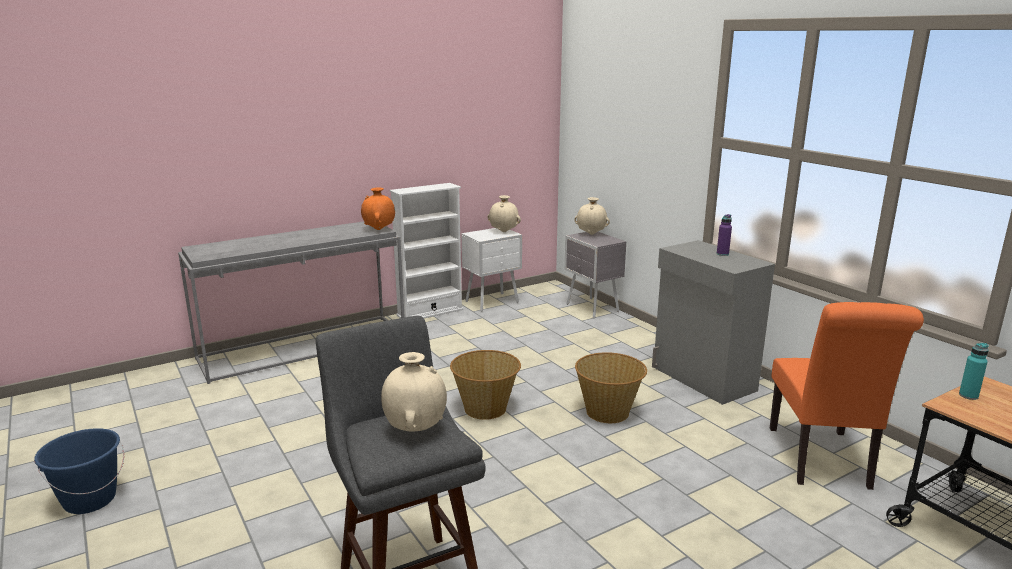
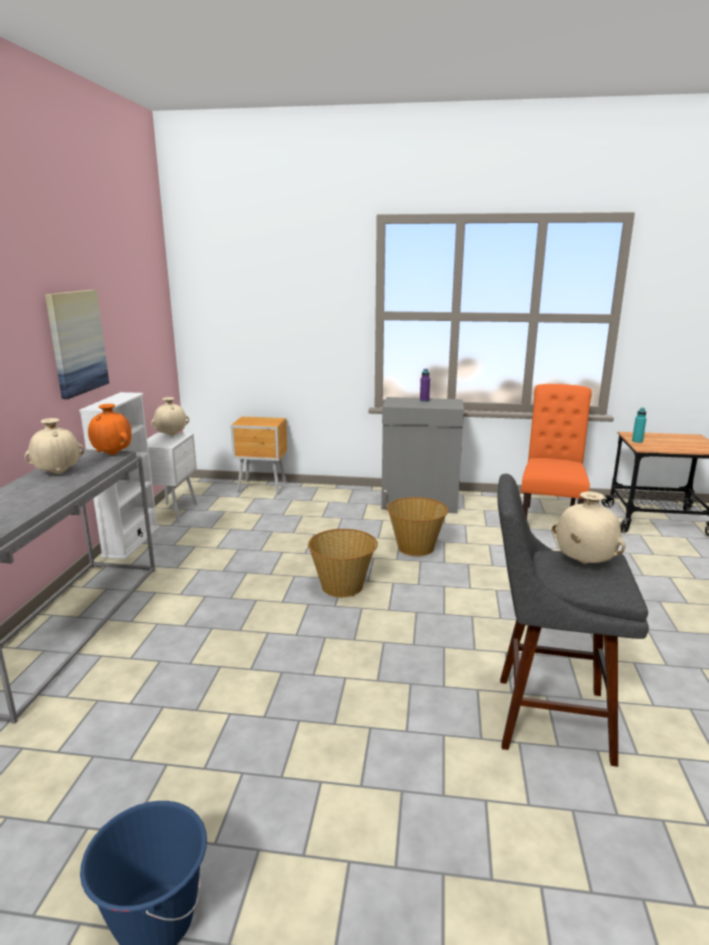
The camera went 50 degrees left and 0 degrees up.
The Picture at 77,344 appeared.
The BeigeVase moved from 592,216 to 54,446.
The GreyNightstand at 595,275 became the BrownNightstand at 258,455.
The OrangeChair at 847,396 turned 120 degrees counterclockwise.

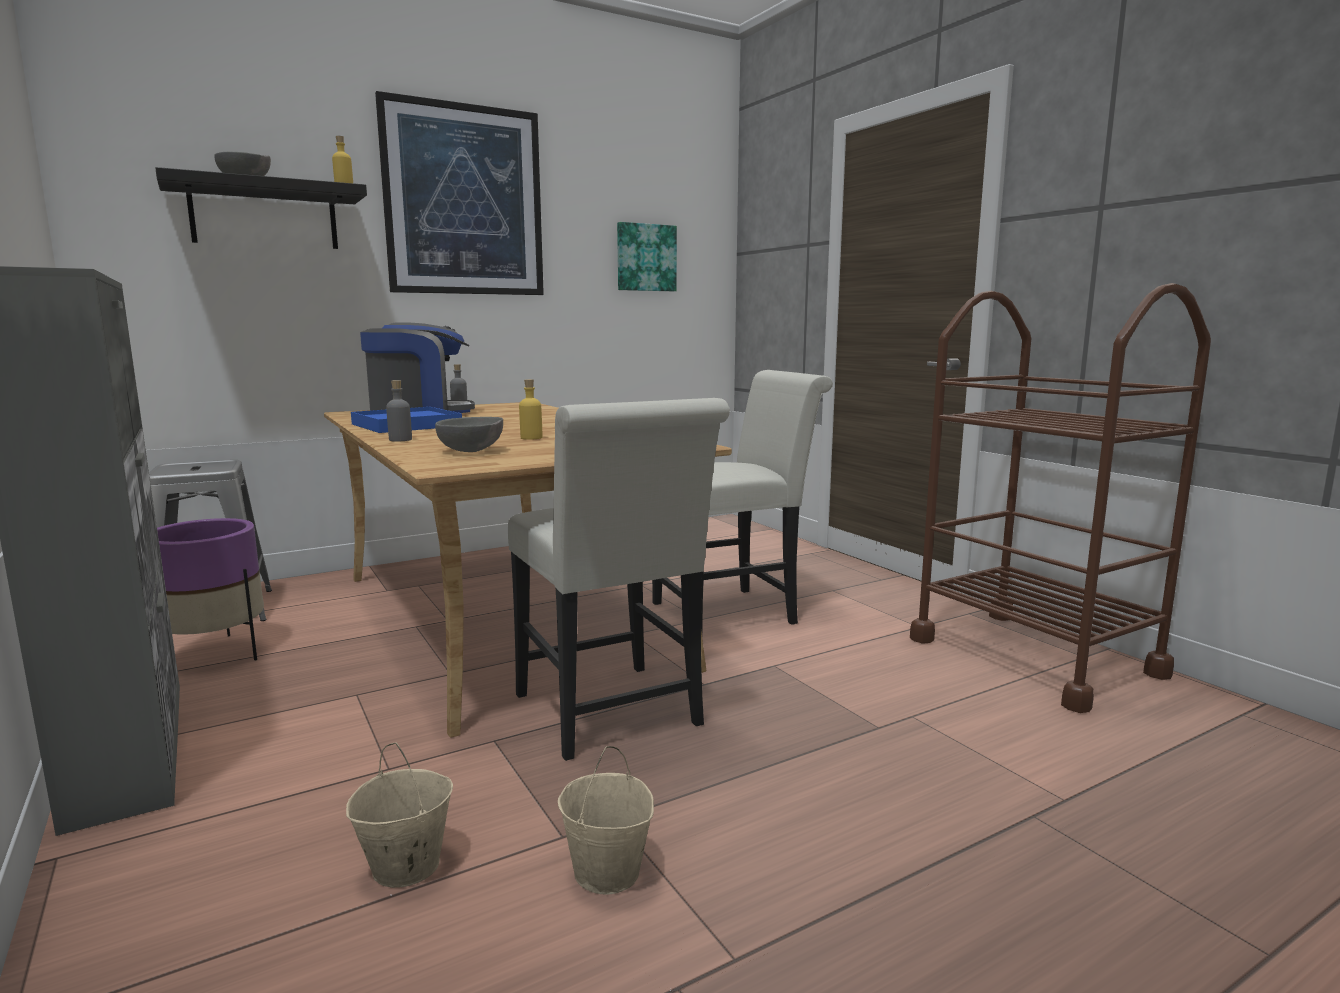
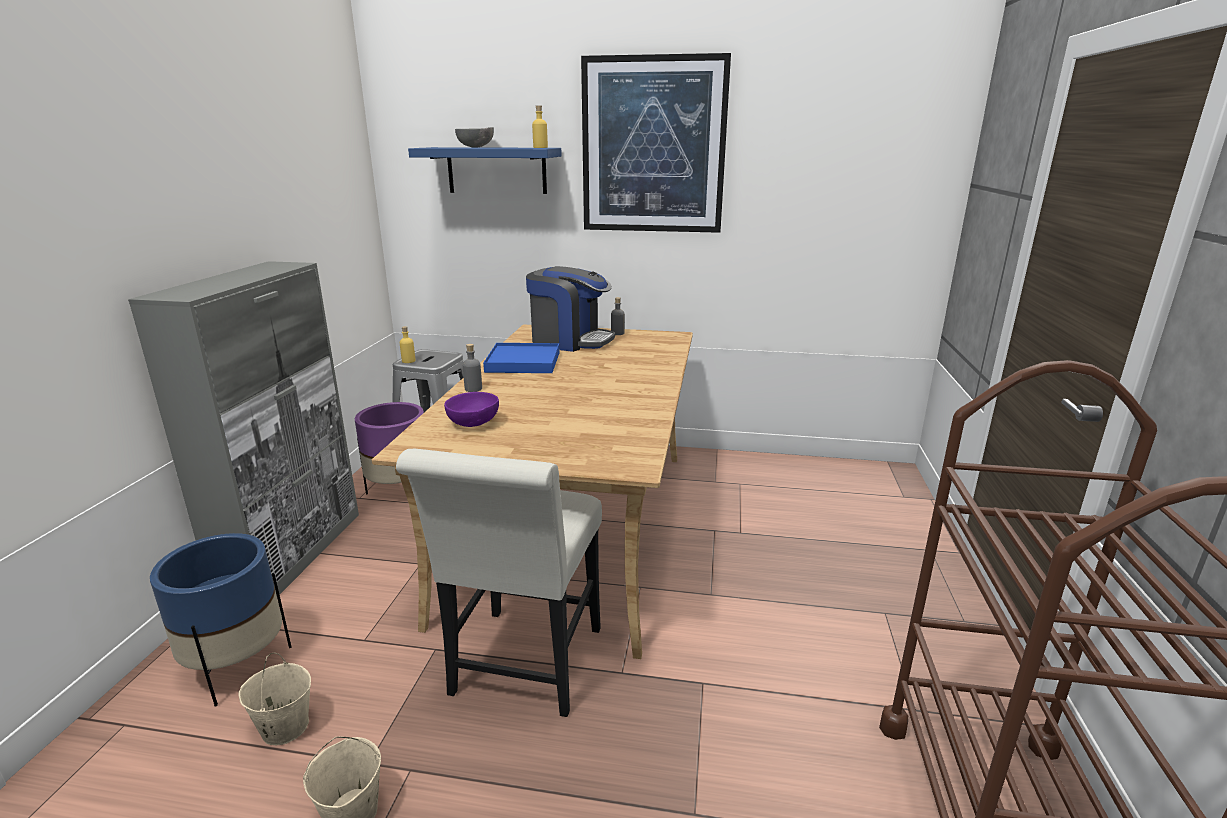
The camera went 40 degrees right and 10 degrees up.
The Picture at 647,256 disappeared.
The WhiteChair at 742,501 disappeared.
The BluePlanter at 221,619 appeared.
The YellowBottle moved from 530,409 to 408,344.
The BlackShelf at 261,208 became the BlueShelf at 485,170.
The GreyBowl at 469,434 became the PurpleBowl at 471,409.

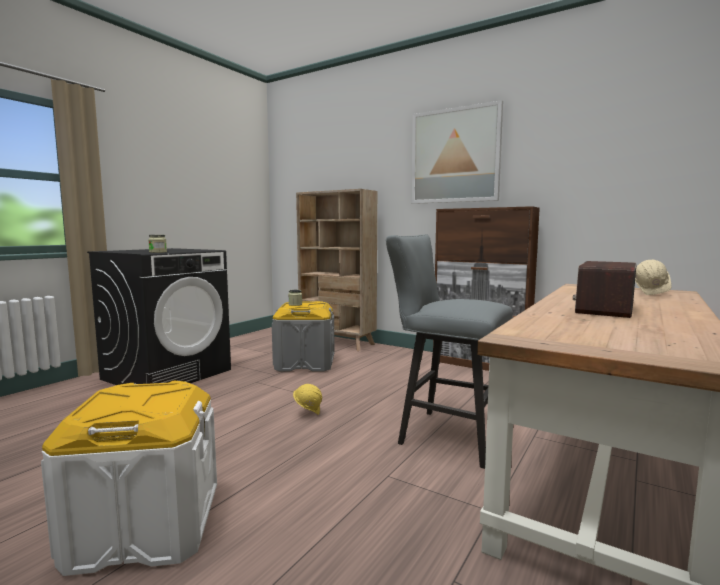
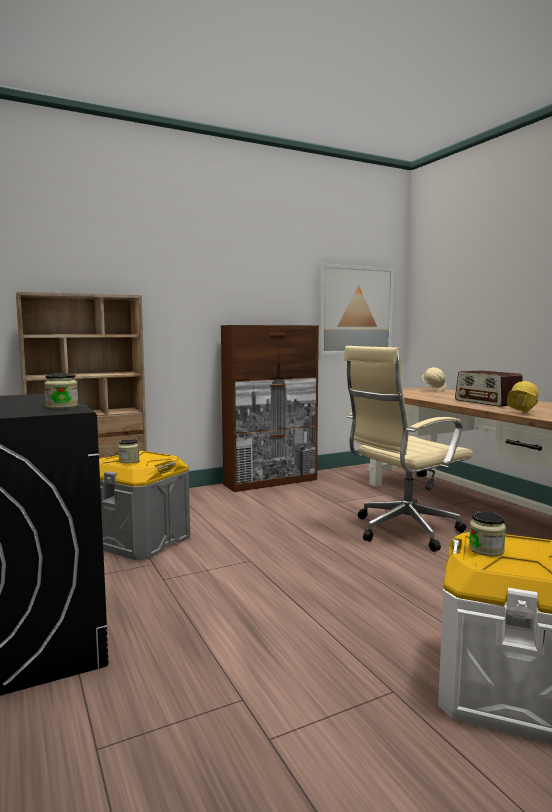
The camera went 60 degrees left and 0 degrees up.
The Jar at 487,533 appeared.
The YellowHardHat moved from 307,399 to 523,396.
The Picture moved from 457,152 to 356,309.
The GreyStool at 449,351 was replaced by the BeigeOfficeChair at 408,449.

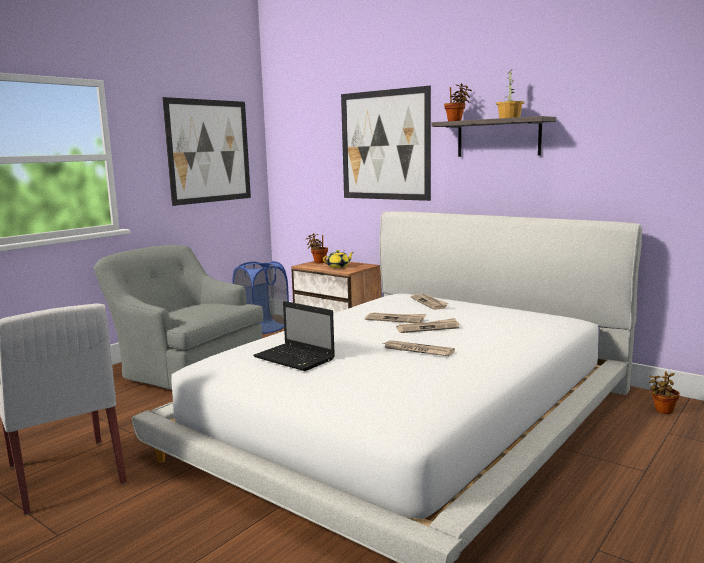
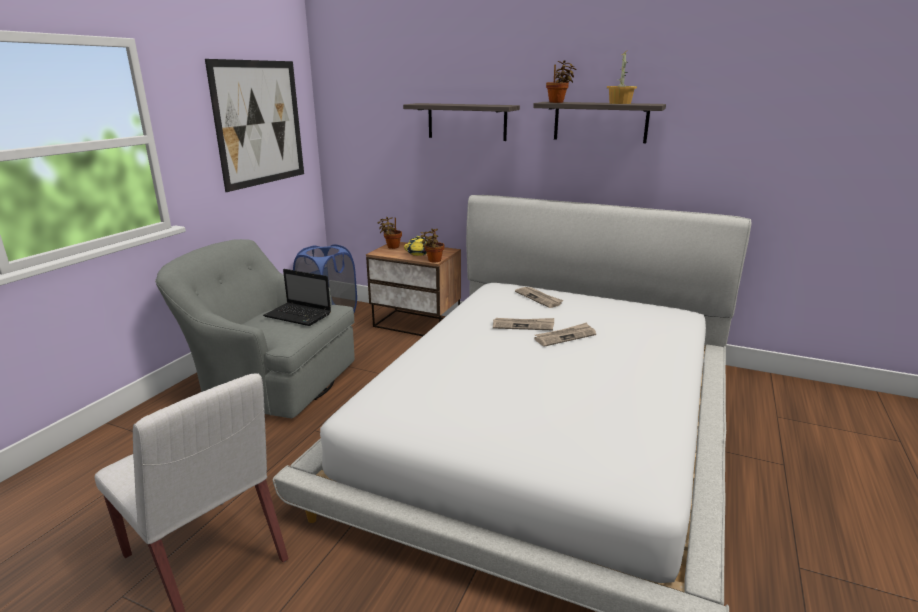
The camera went 15 degrees left and 10 degrees up.
The Newspaper at 419,348 disappeared.
The Laptop moved from 294,336 to 297,297.
The PottedPlant moved from 664,393 to 432,246.
The Picture at 386,143 was replaced by the Shelf at 461,122.

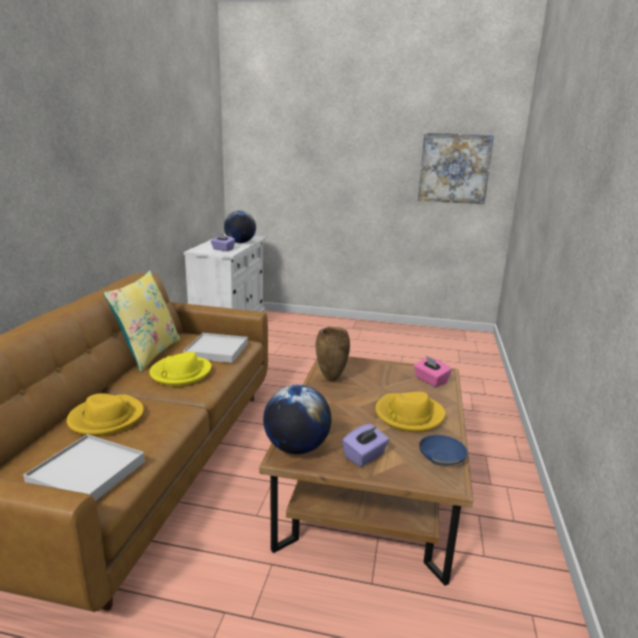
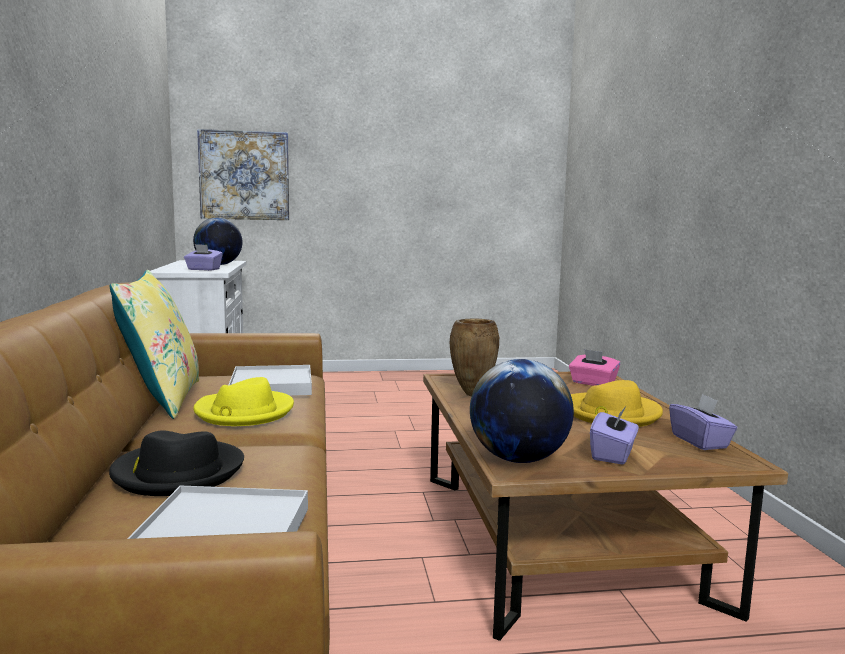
The camera went 20 degrees left and 10 degrees down.
The Picture moved from 456,168 to 243,174.
The BlueBowl at 443,450 was replaced by the PurpleTissueBox at 703,422.
The YellowHat at 105,414 became the BlackHat at 176,463.

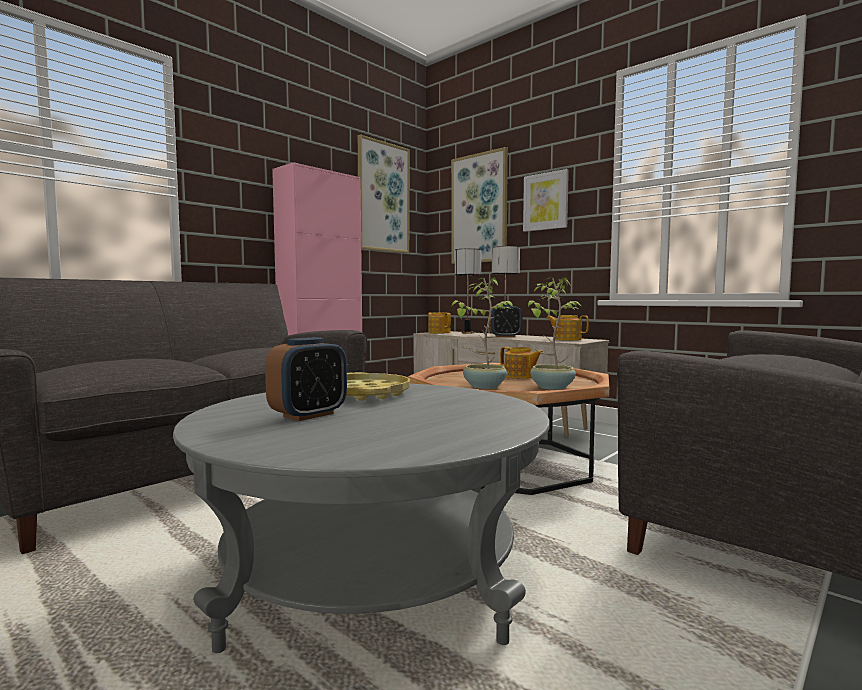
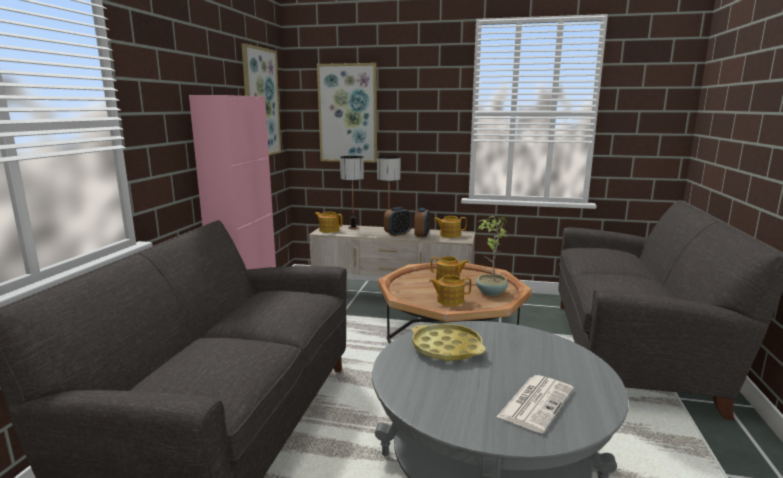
The camera went 30 degrees left and 10 degrees up.
The Picture at 546,200 disappeared.
The Newspaper at 535,404 appeared.
The AlarmClock moved from 306,379 to 422,223.
The PottedPlant at 482,333 was replaced by the Teapot at 450,290.

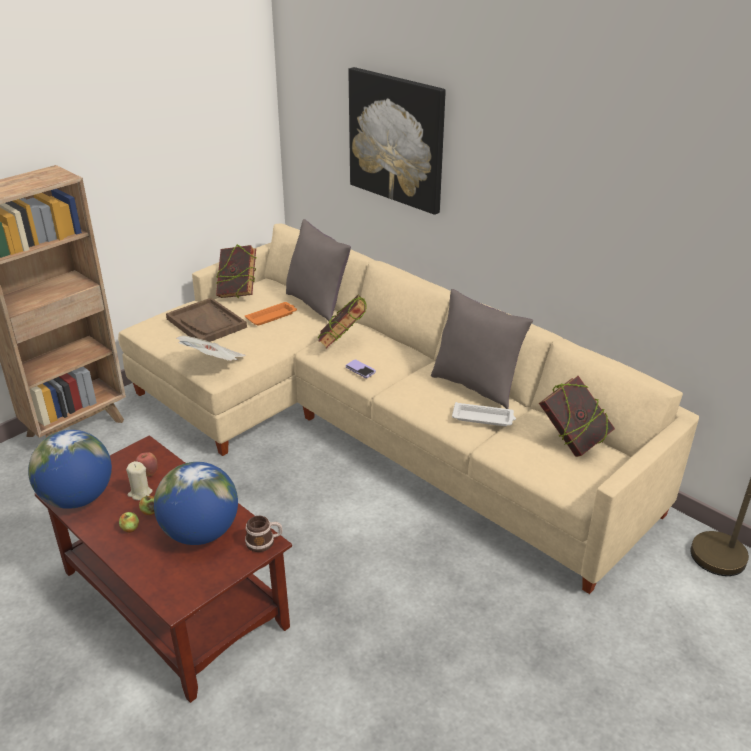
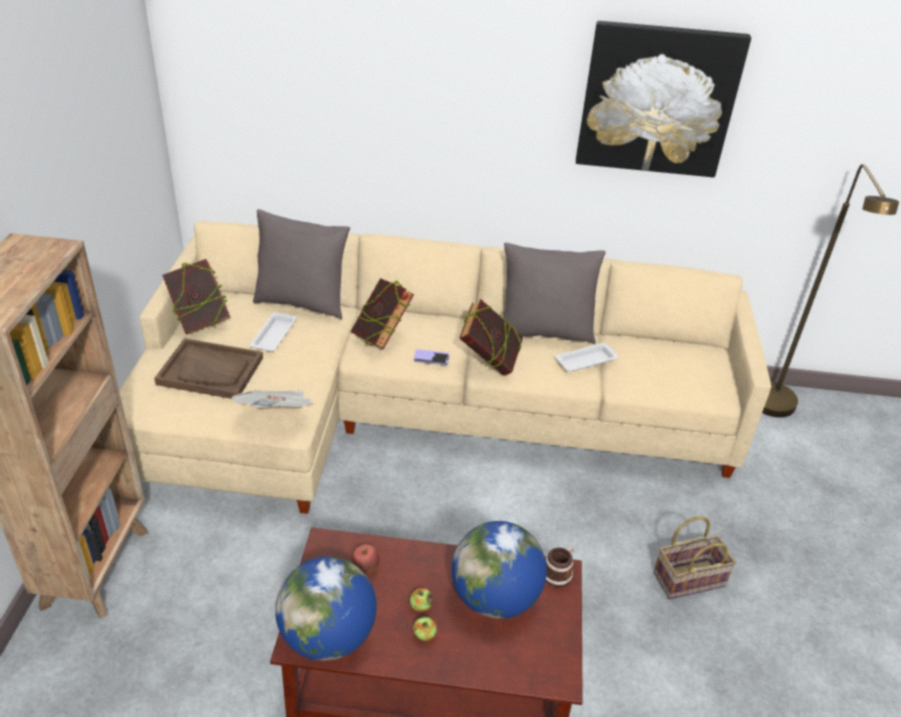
The camera went 40 degrees left and 5 degrees up.
The BeigeCandle at 139,480 disappeared.
The Basket at 695,557 appeared.
The Picture moved from 397,141 to 663,99.
The Book moved from 577,416 to 491,337.
The OrangeTray at 271,314 became the WhiteTray at 273,332.

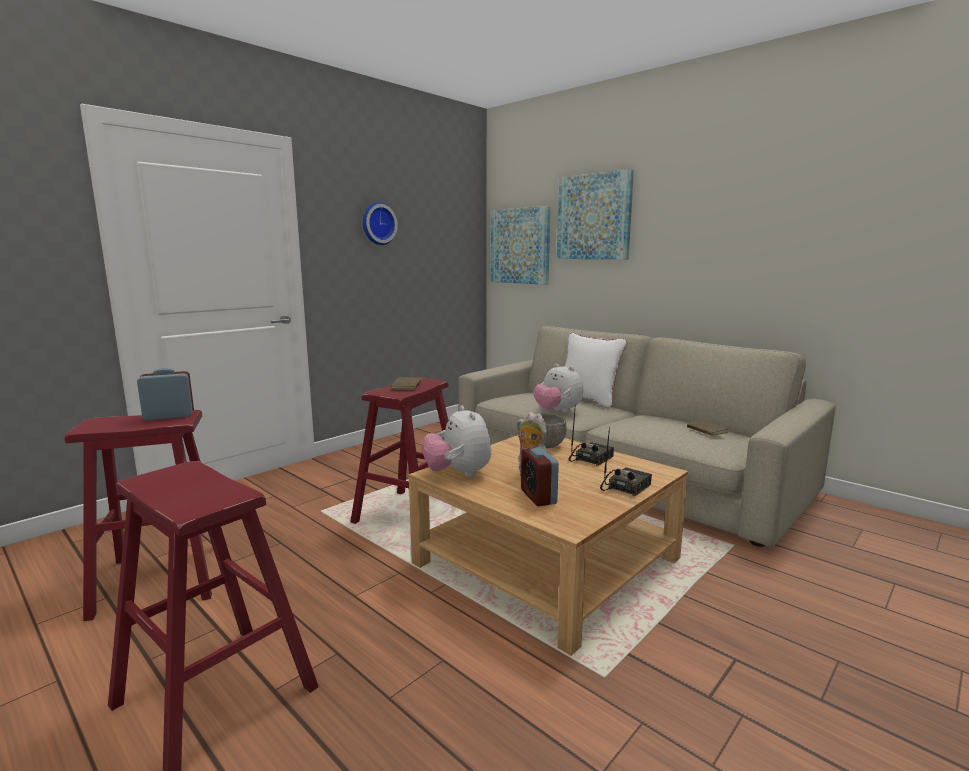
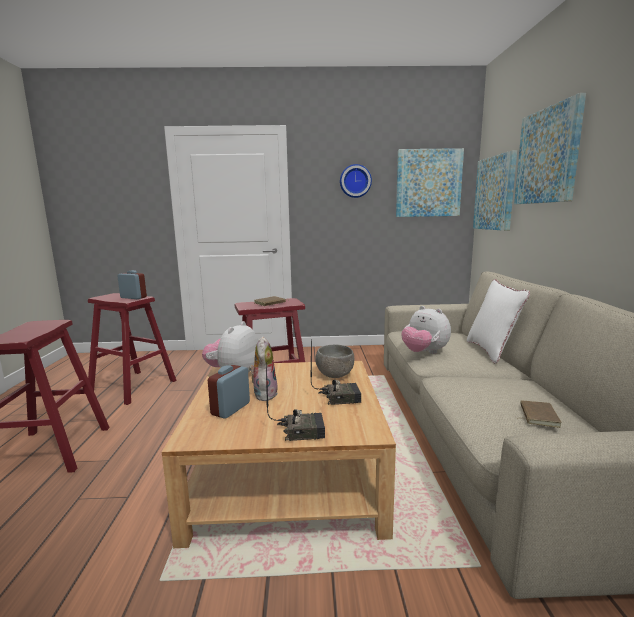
The camera went 45 degrees right and 0 degrees up.
The Picture at 430,182 appeared.
The PlushToy at 558,388 turned 45 degrees counterclockwise.

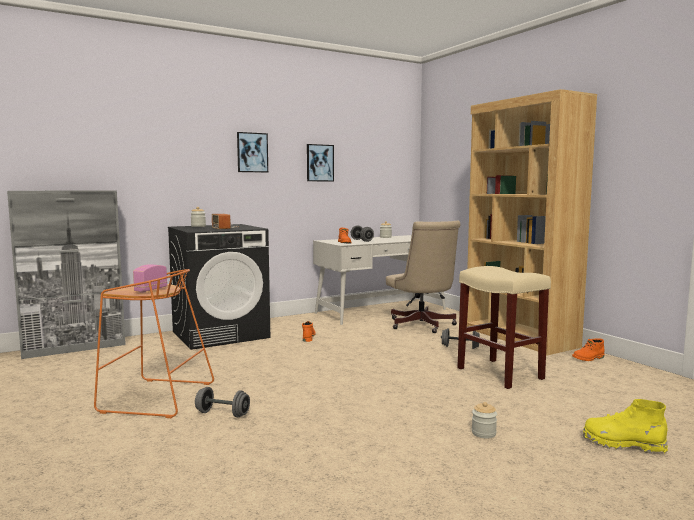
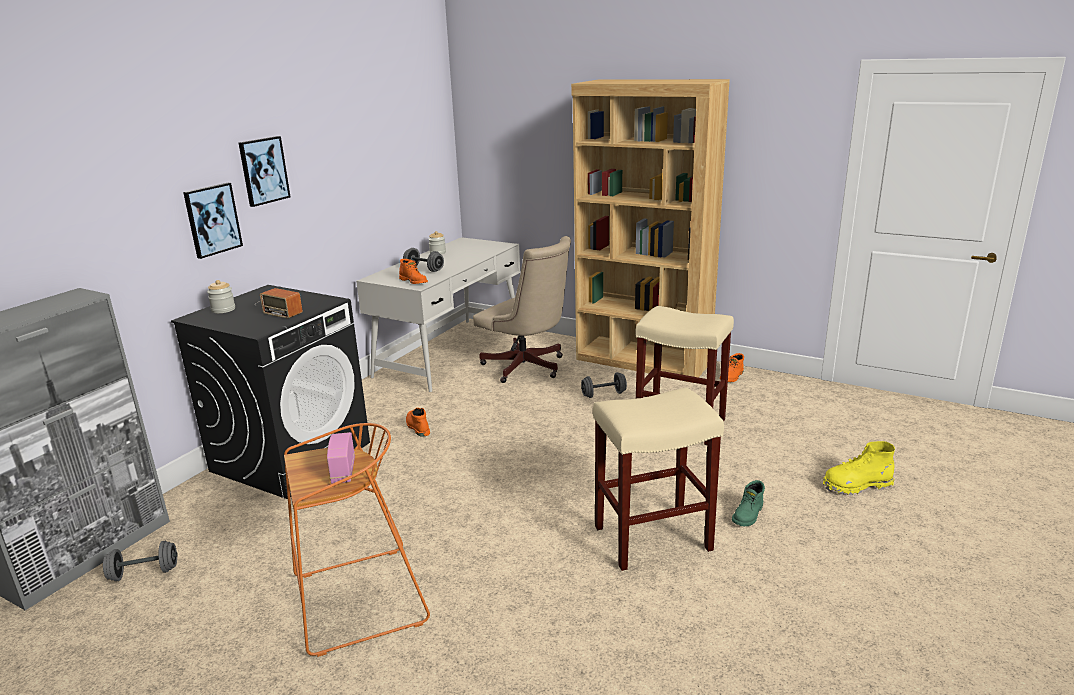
The camera went 30 degrees left and 15 degrees up.
The BeigeStool at 658,479 appeared.
The GreyDumbbell moved from 222,402 to 140,561.
The Picture moved from 320,162 to 213,221.
The Jar at 484,420 was replaced by the GreenBoot at 748,503.

